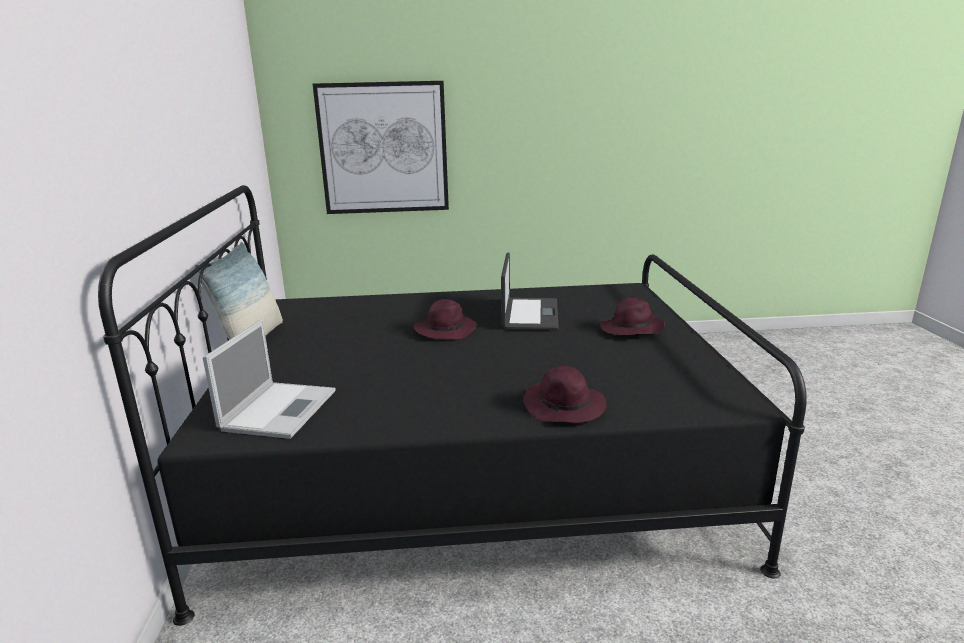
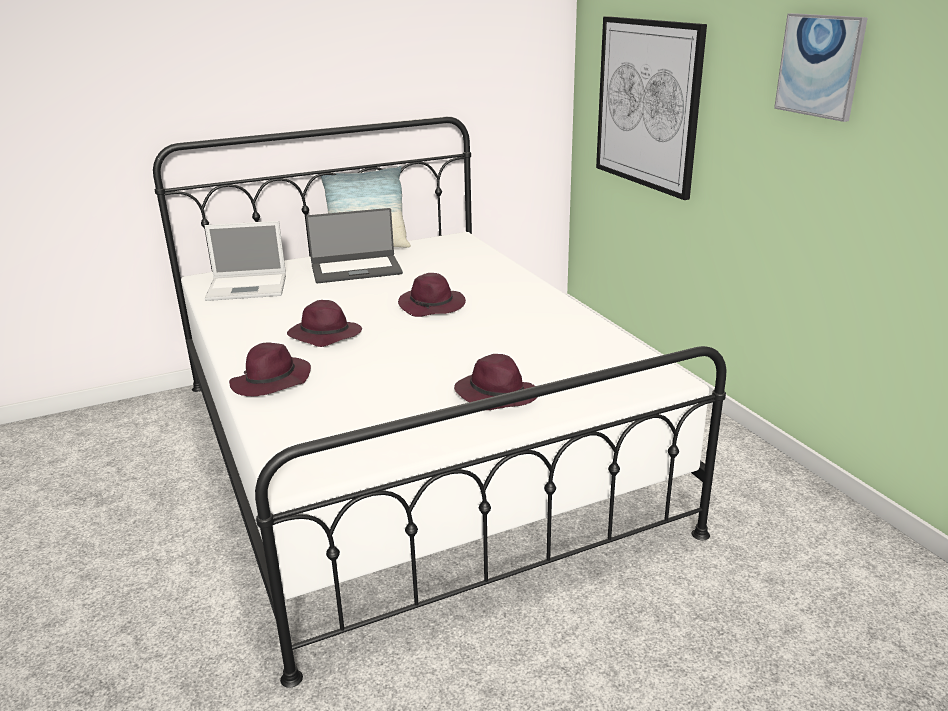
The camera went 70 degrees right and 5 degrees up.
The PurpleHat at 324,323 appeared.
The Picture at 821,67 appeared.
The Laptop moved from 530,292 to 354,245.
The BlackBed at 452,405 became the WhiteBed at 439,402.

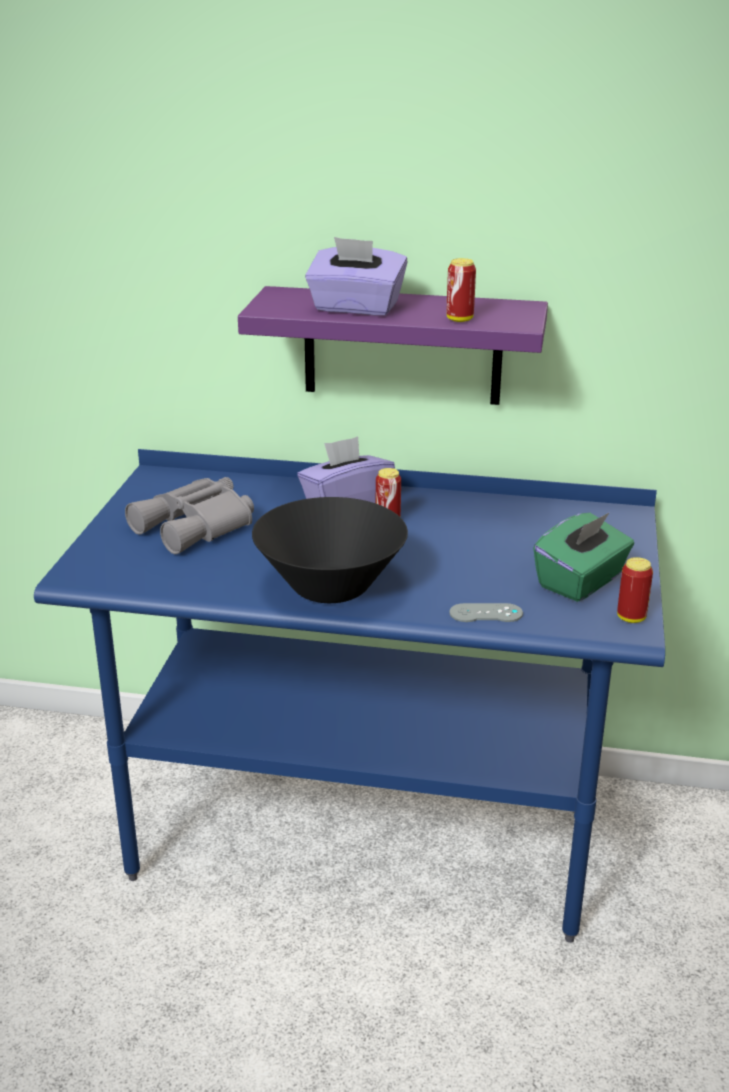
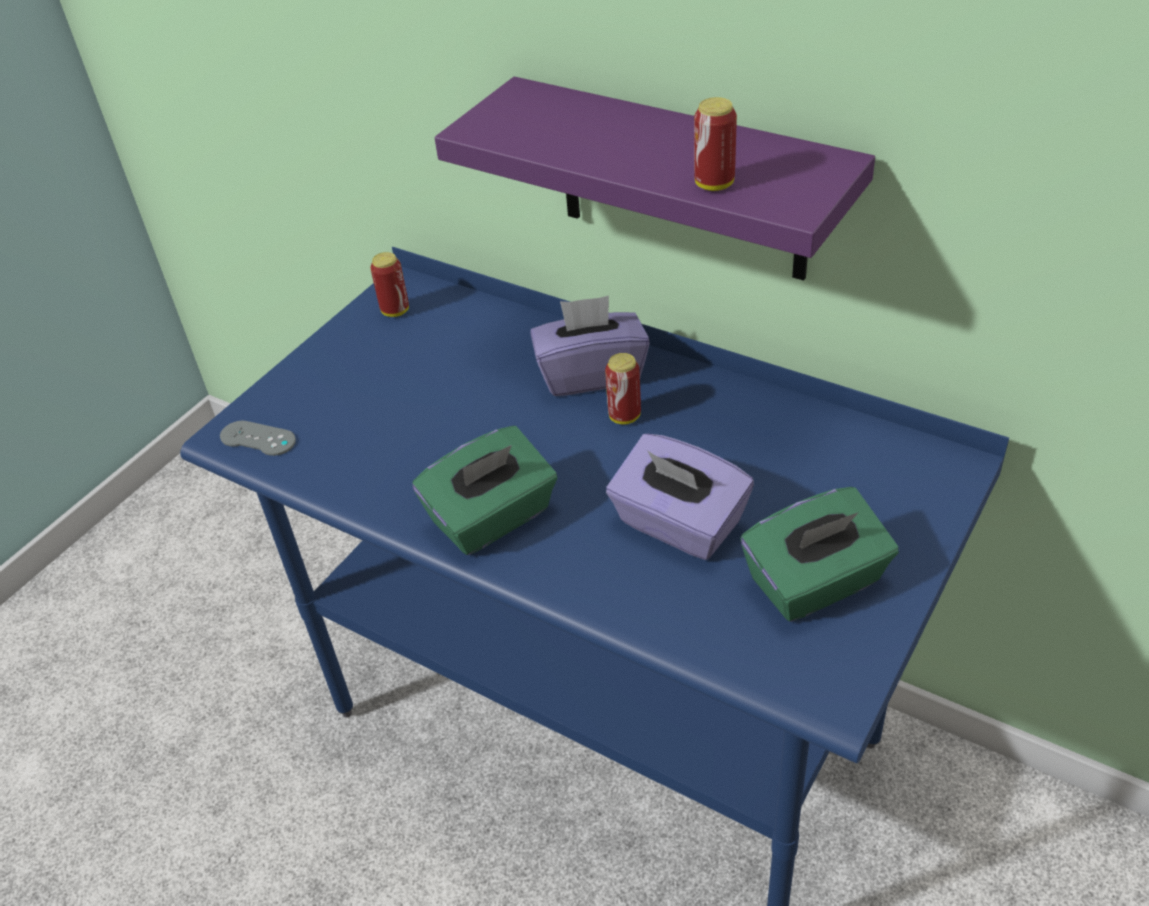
The camera went 25 degrees right and 15 degrees up.
The GreyBinoculars at 189,515 disappeared.
The PurpleTissueBox moved from 356,276 to 680,497.
The GreyGameController moved from 486,612 to 258,438.
The Can moved from 635,590 to 389,284.
The BlackBowl at 330,550 was replaced by the GreenTissueBox at 484,490.

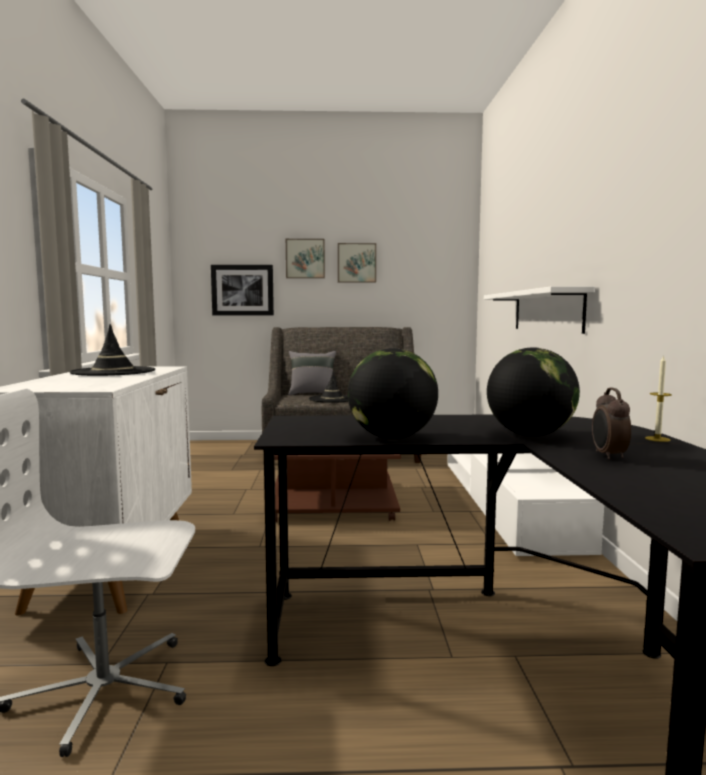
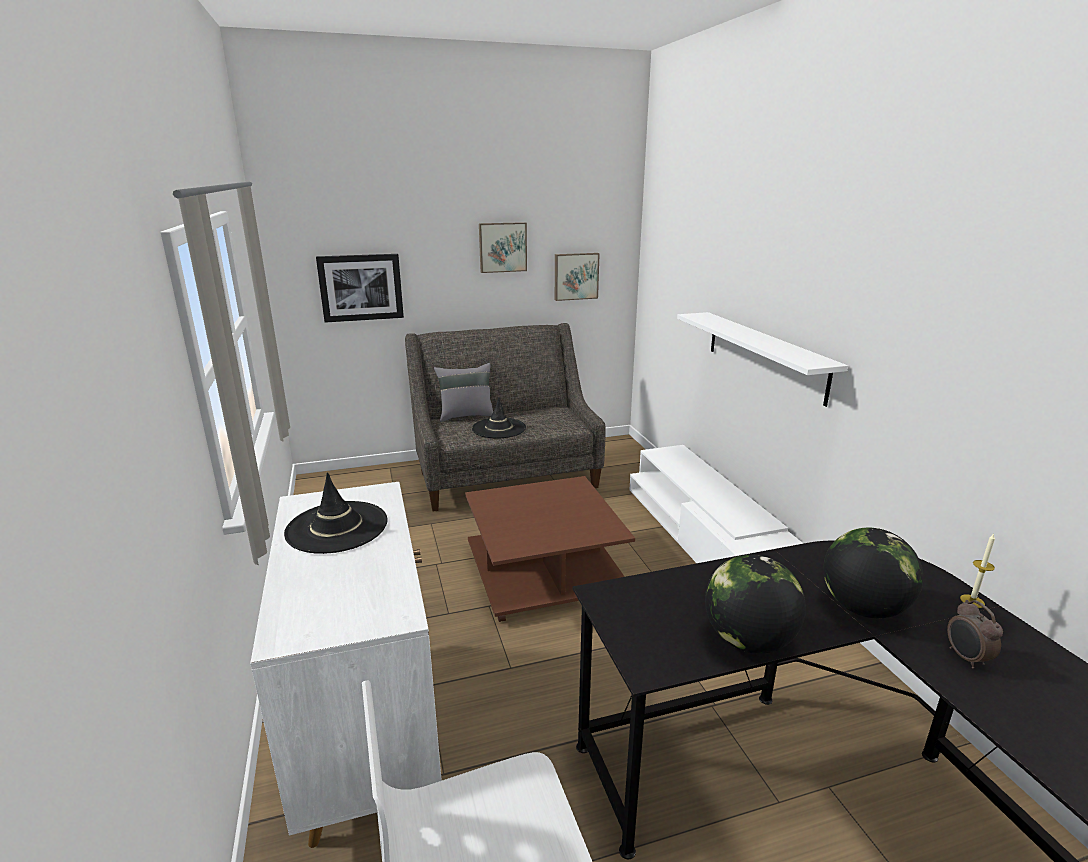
The camera went 15 degrees left and 15 degrees up.
The Picture moved from 305,258 to 577,277.

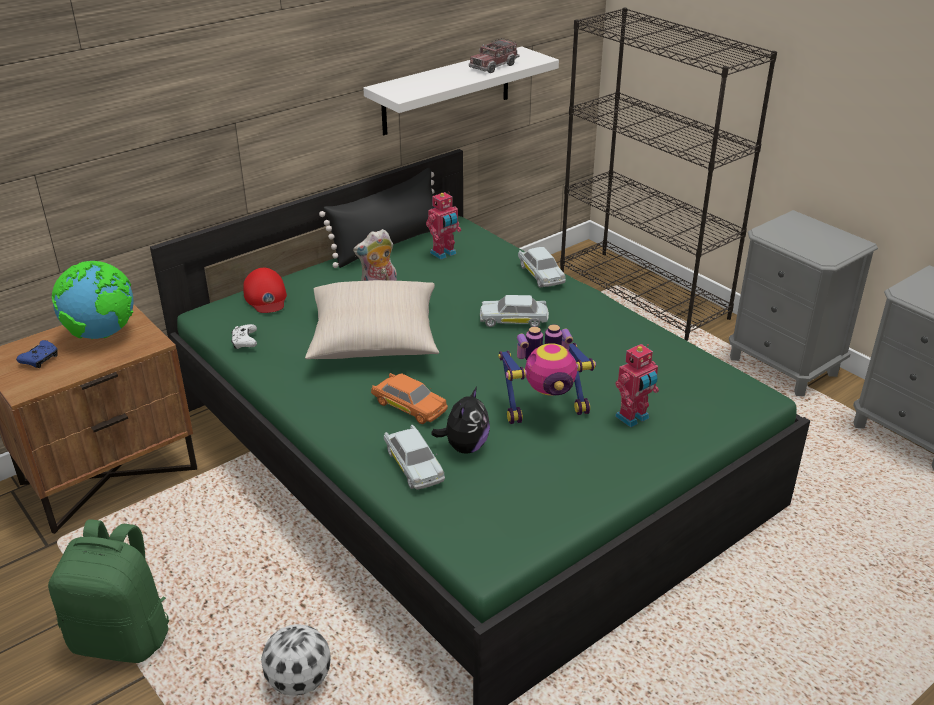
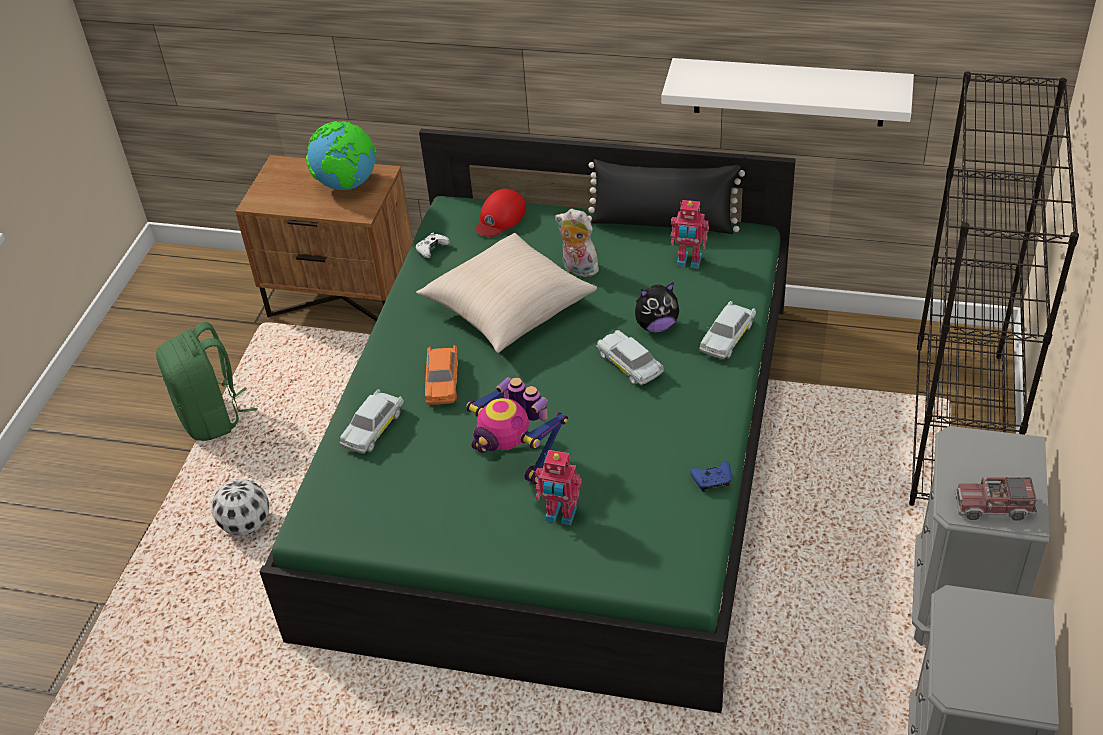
The camera went 55 degrees right and 10 degrees up.
The BlueGameController moved from 37,354 to 710,477.
The PlushToy moved from 460,420 to 657,307.
The ToyTruck moved from 494,55 to 996,498.

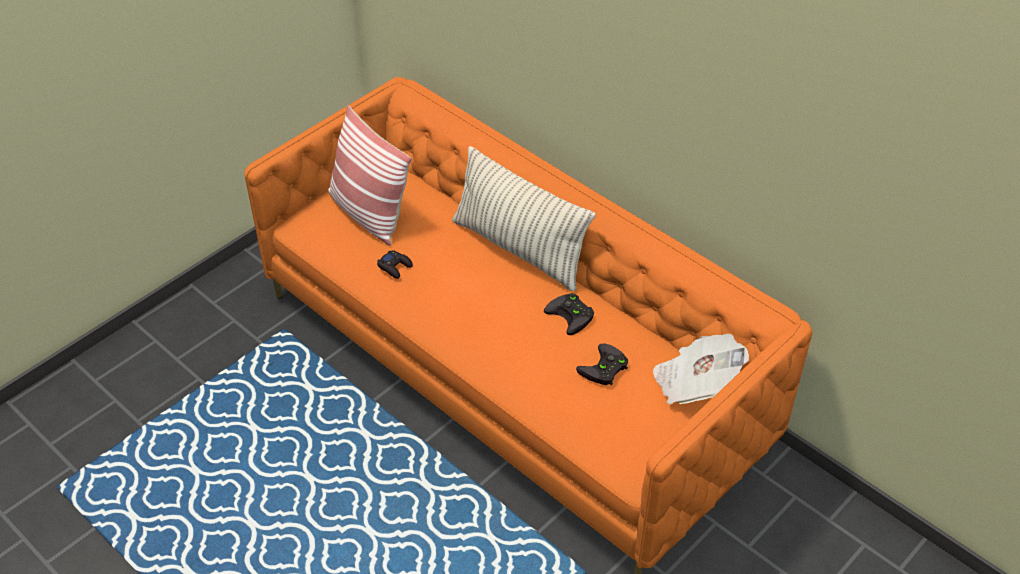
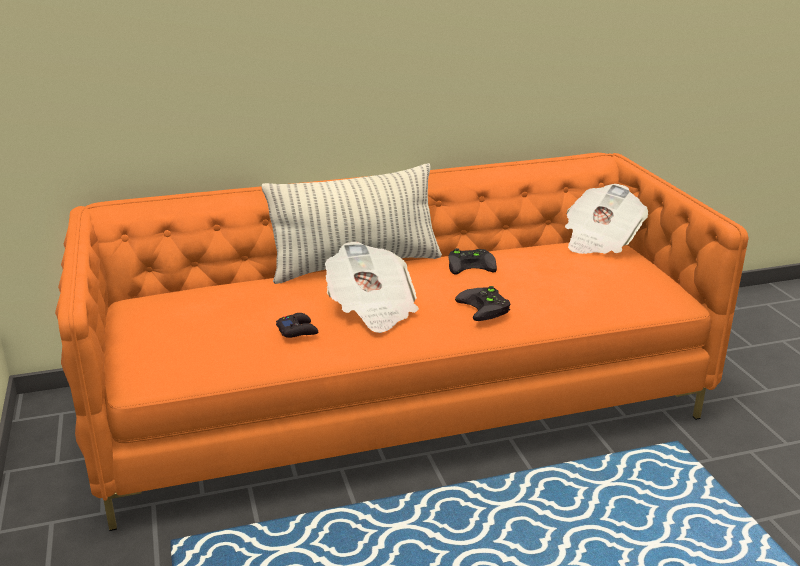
The camera went 60 degrees left and 20 degrees down.
The Pillow at 370,175 disappeared.
The Newspaper at 372,287 appeared.
The BlackGameController moved from 602,364 to 482,303.

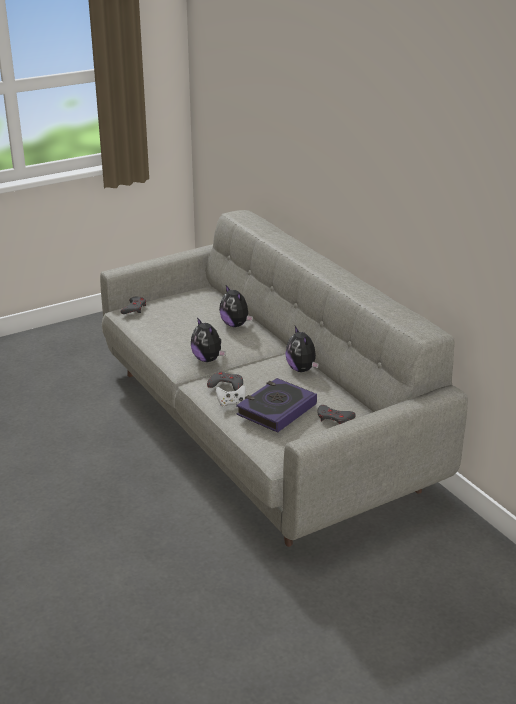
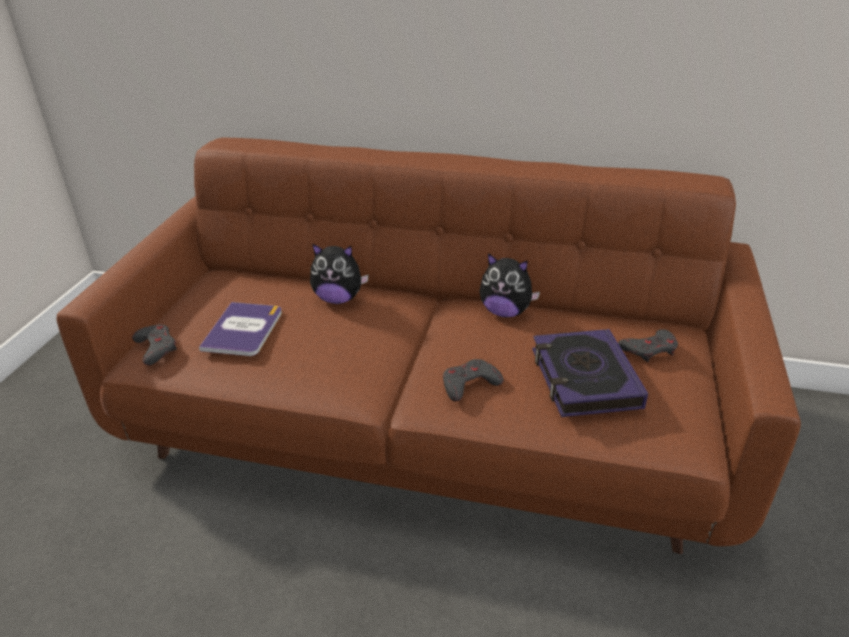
The camera went 45 degrees left and 5 degrees up.
The PlushToy at 208,339 disappeared.
The WhiteGameController at 231,396 disappeared.
The Book at 240,329 appeared.
The GreySofa at 284,378 became the BrownSofa at 428,345.

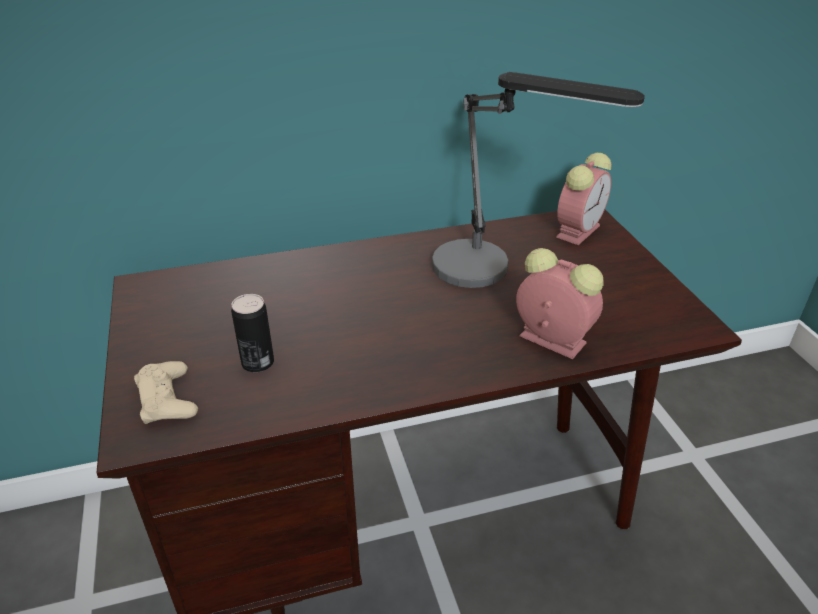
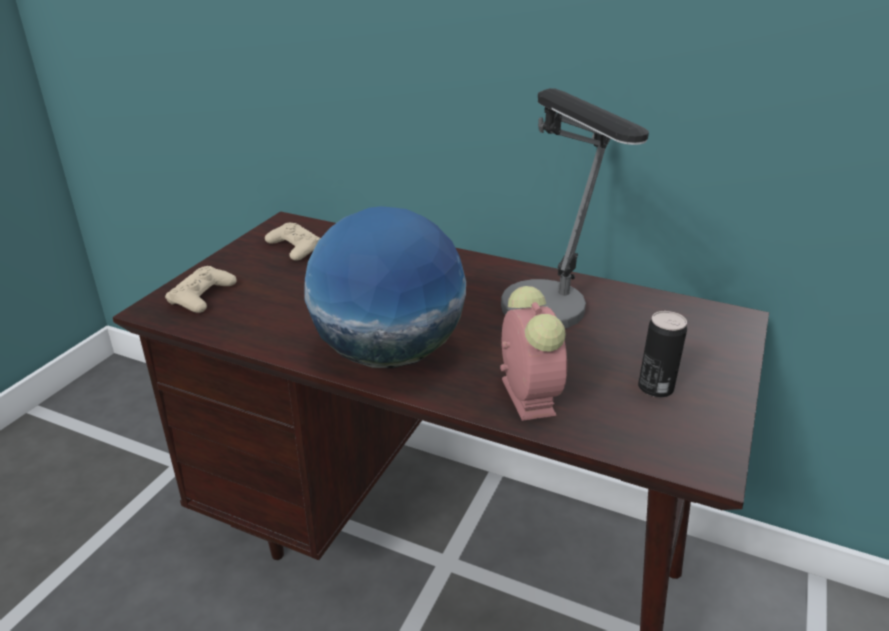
The camera went 40 degrees right and 5 degrees down.
The AlarmClock at 584,199 disappeared.
The BeigeGameController at 292,241 appeared.
The Globe at 385,287 appeared.
The Can moved from 252,333 to 662,354.

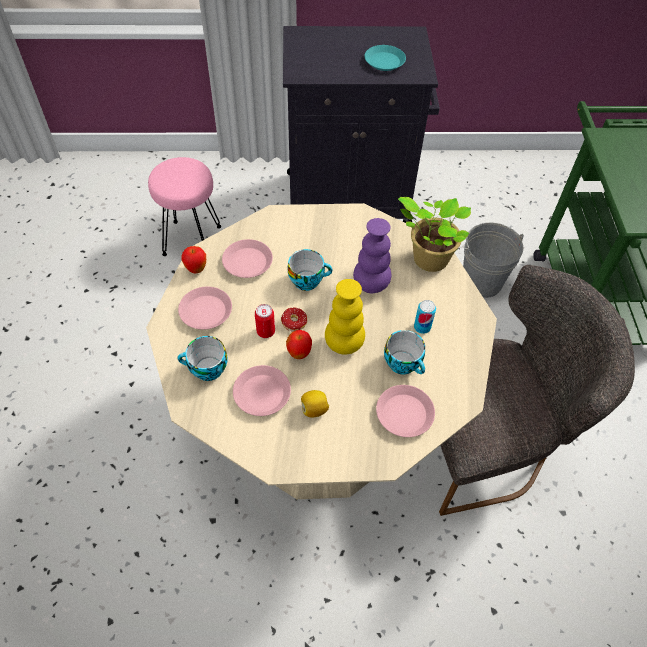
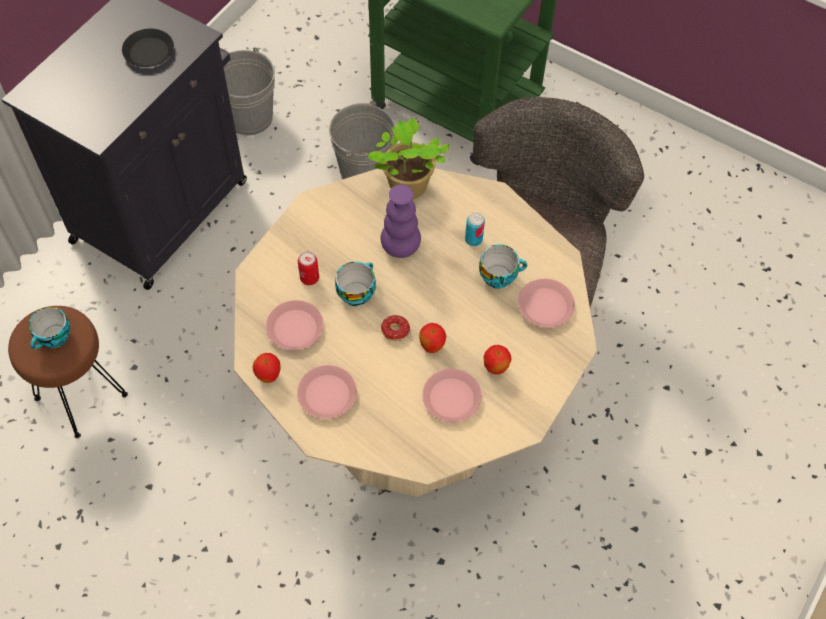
The camera went 55 degrees left and 5 degrees up.
The YellowVase at 345,317 disappeared.
The GreyBucket at 249,91 appeared.
The Cup moved from 203,358 to 49,328.
The Can moved from 265,321 to 308,268.
The Lemon at 315,404 was replaced by the Apple at 497,360.
The PinkStool at 184,206 became the BrownStool at 68,372.
The TurquoisePlate at 385,58 became the BlackPlate at 148,48.

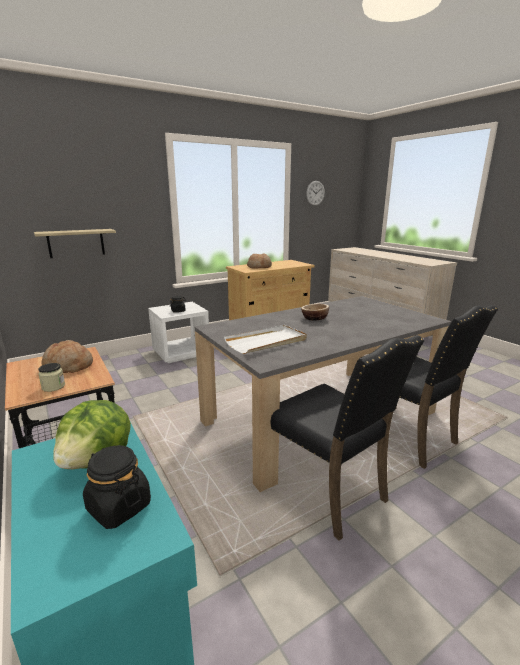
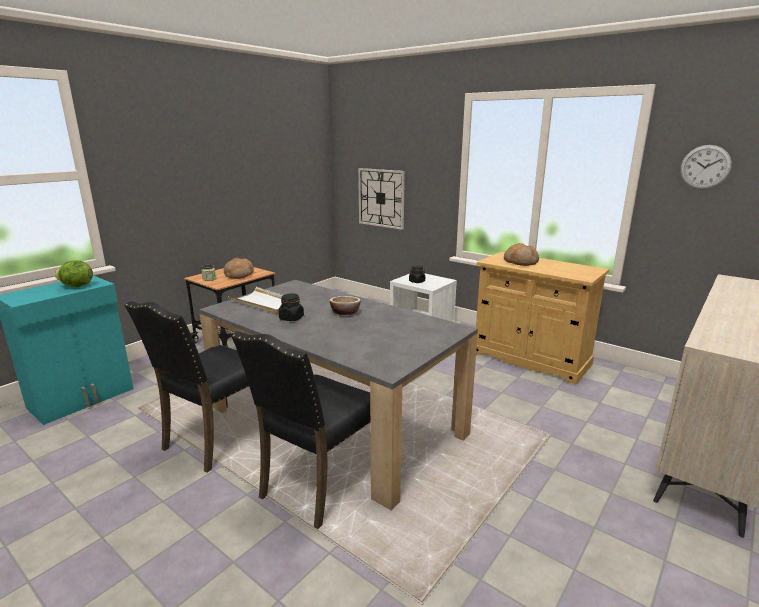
The camera went 70 degrees right and 0 degrees up.
The BlackJar moved from 117,487 to 291,307.
The Shelf at 75,243 was replaced by the WallClock at 381,199.

